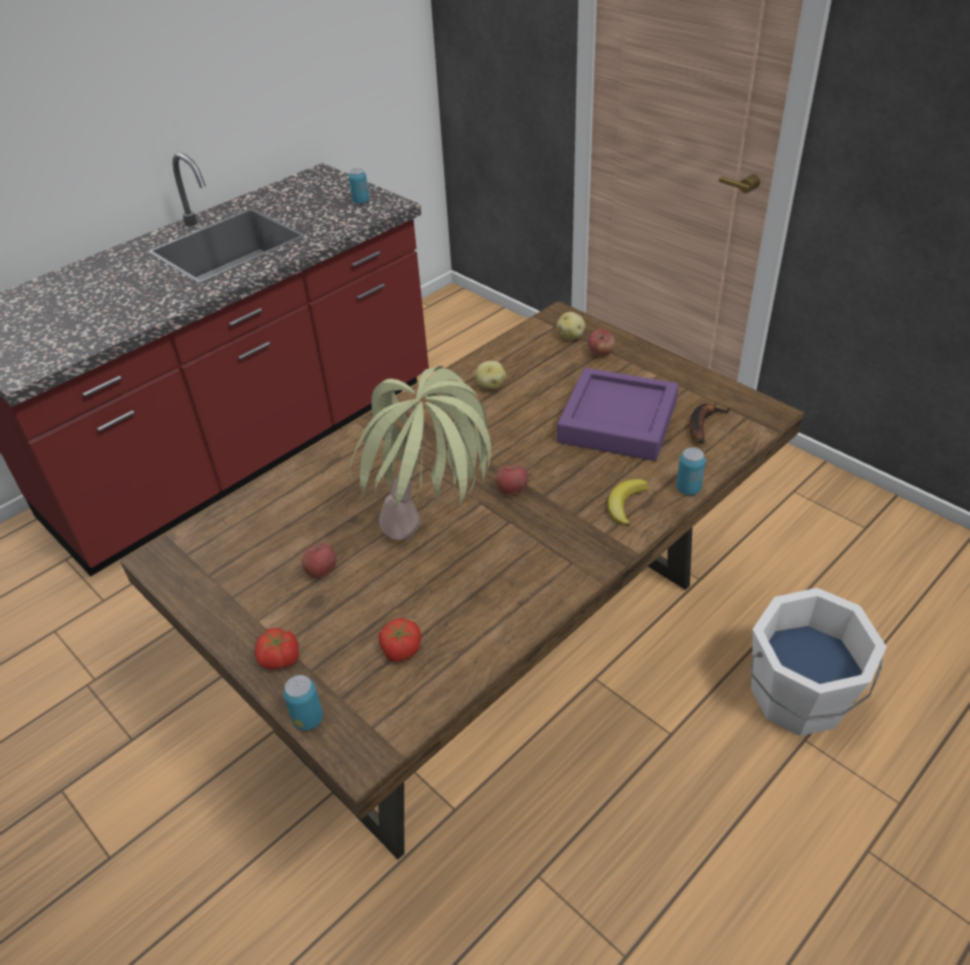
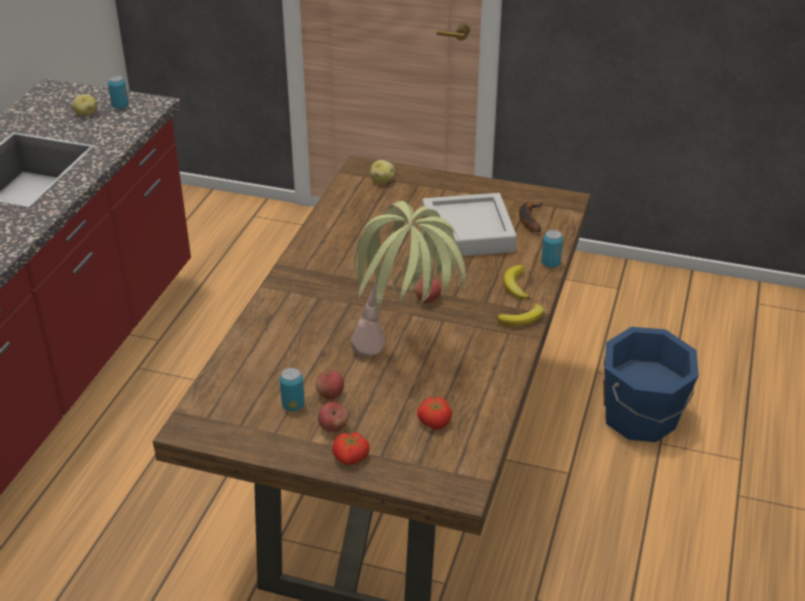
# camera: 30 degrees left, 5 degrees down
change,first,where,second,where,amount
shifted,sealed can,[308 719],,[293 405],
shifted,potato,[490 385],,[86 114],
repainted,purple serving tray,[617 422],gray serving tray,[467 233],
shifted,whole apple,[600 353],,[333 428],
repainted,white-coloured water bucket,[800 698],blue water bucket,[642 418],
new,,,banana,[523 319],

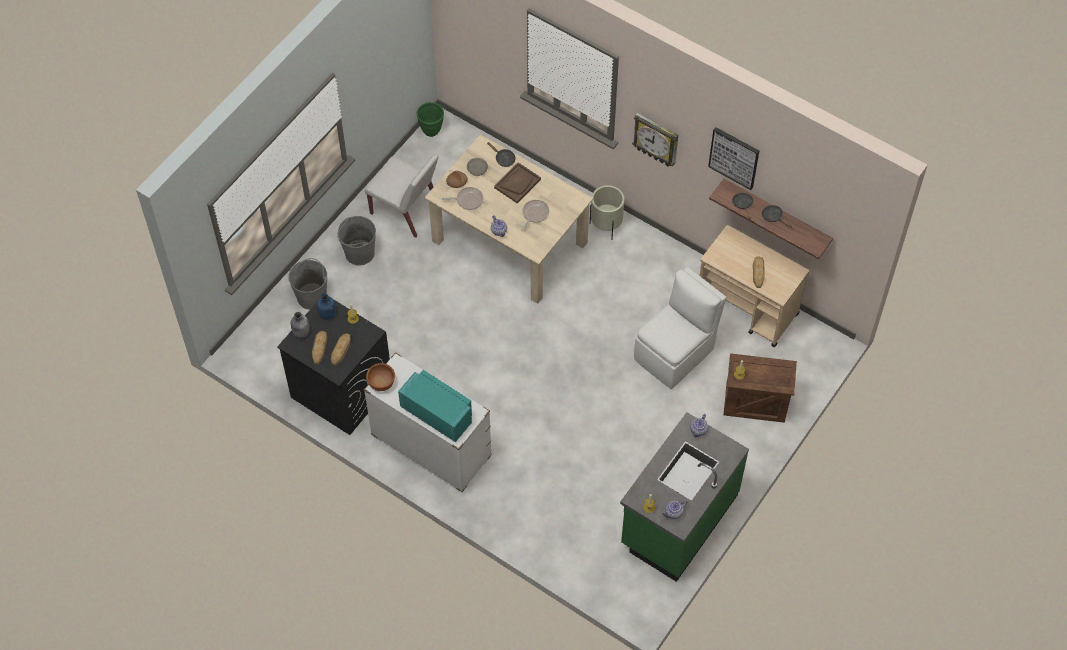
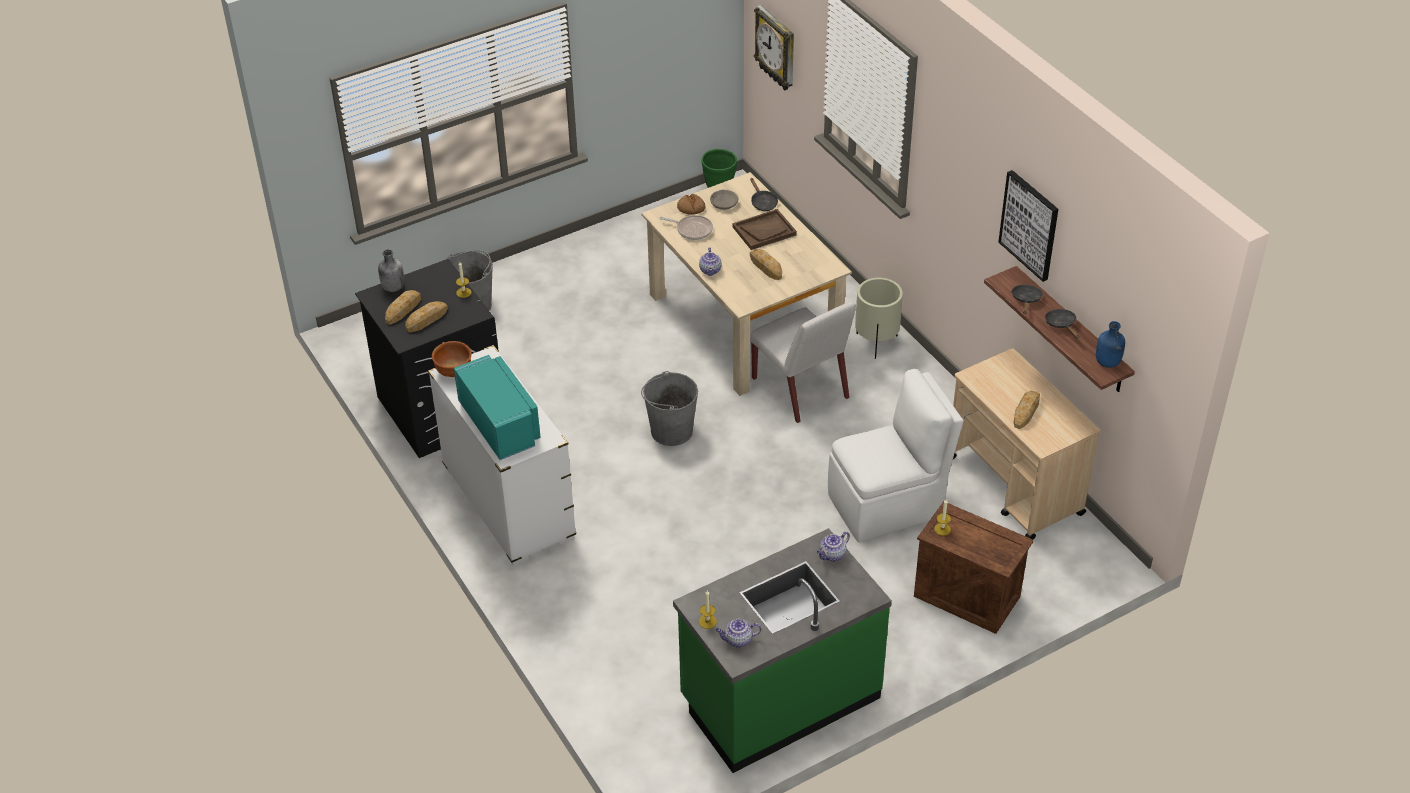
# camera: 25 degrees right, 15 degrees down
change,first,where,second,where,amount
shifted,blue drink bottle,[327 314],,[1107 363],
shifted,gray water bucket,[359 253],,[671 431],
shifted,white-coloured chair,[406 210],,[801 389],
swapped,pan,[534 214],bread,[766 266],
shifted,clock on the wall,[656 139],,[776 48],

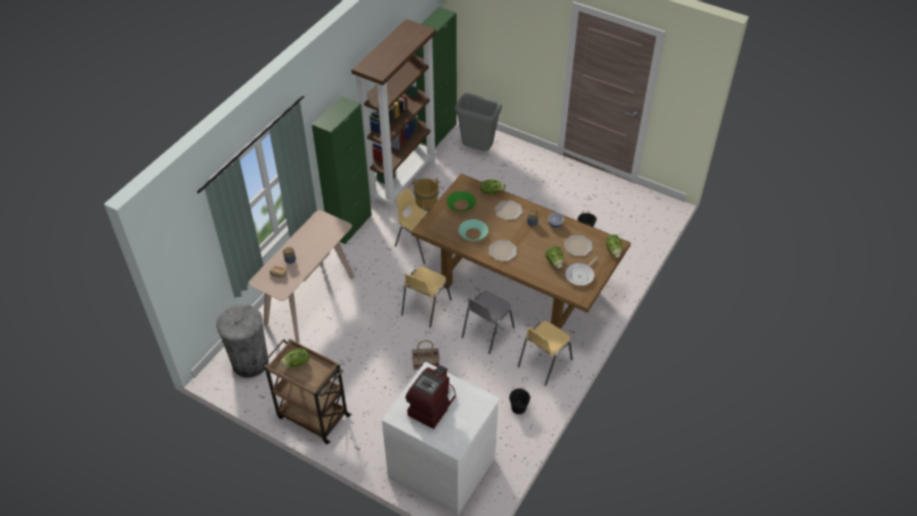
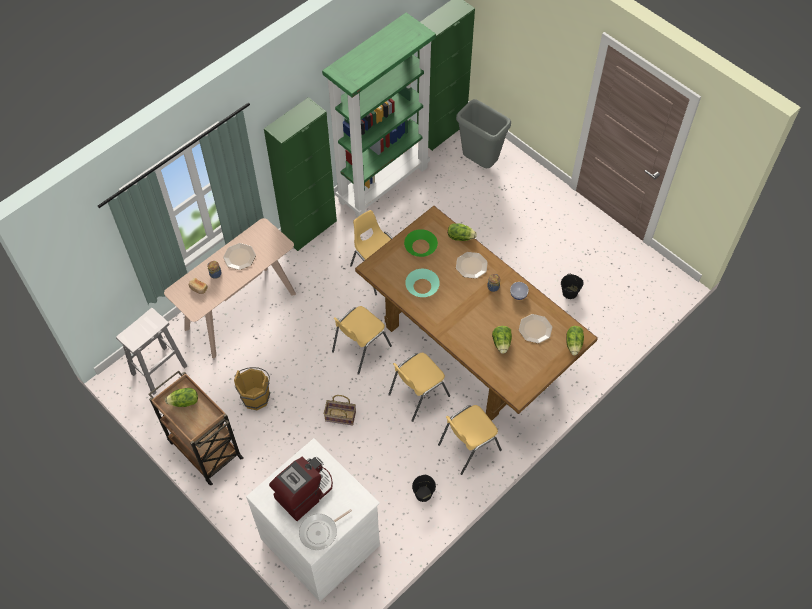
# camera: 15 degrees right, 10 degrees up
change,first,where,second,where,amount
swapped,gray rubbish bin,[250 362],white-coloured stool,[158 370],
repainted,brown-coloured bookcase,[402 179],green-coloured bookcase,[383 183],
shifted,brown-coloured water bucket,[426 204],,[256 396],
repainted,gray chair,[487 332],yellowish chair,[418 395],
shifted,flat dish,[502 251],,[239 257],
shifted,pan,[581 275],,[320 532],

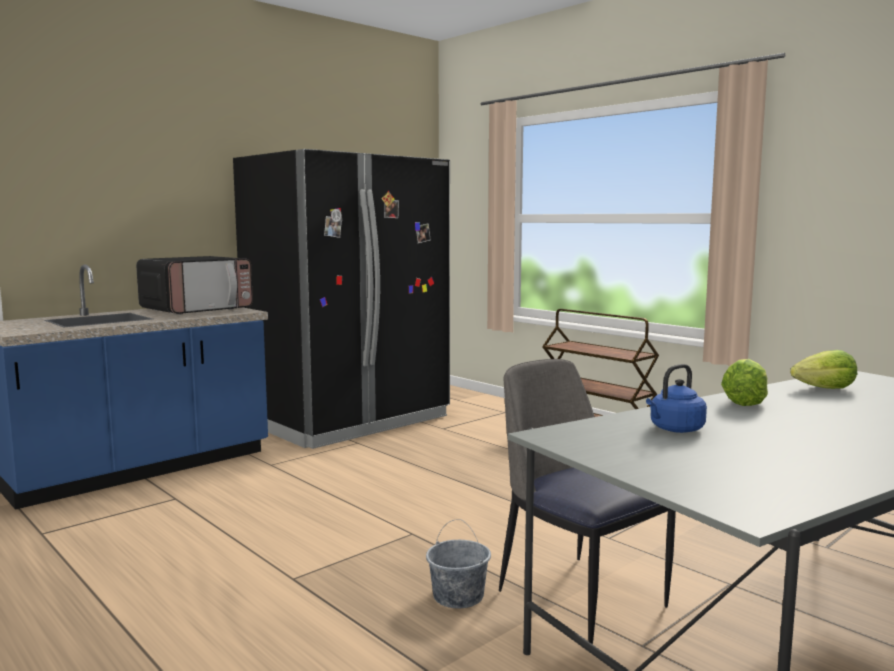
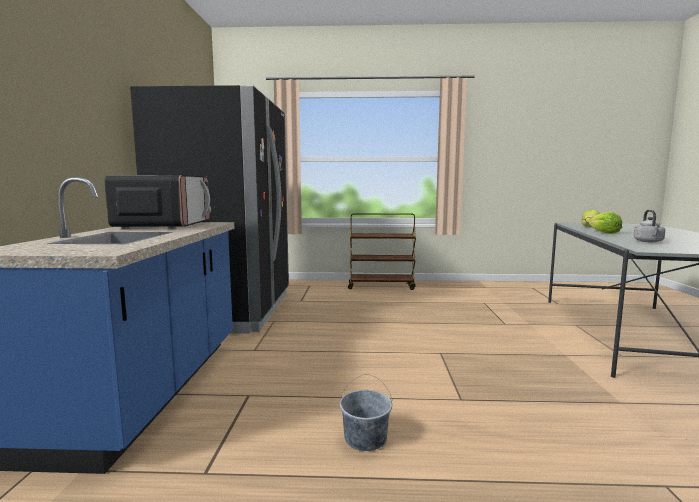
# camera: 45 degrees left, 0 degrees up
change,first,where,second,where,amount
shifted,gray water bucket,[458 596],,[365 438],
gone,chair,[578 596],,,
repainted,blue water kettle,[674 429],gray water kettle,[649 241],

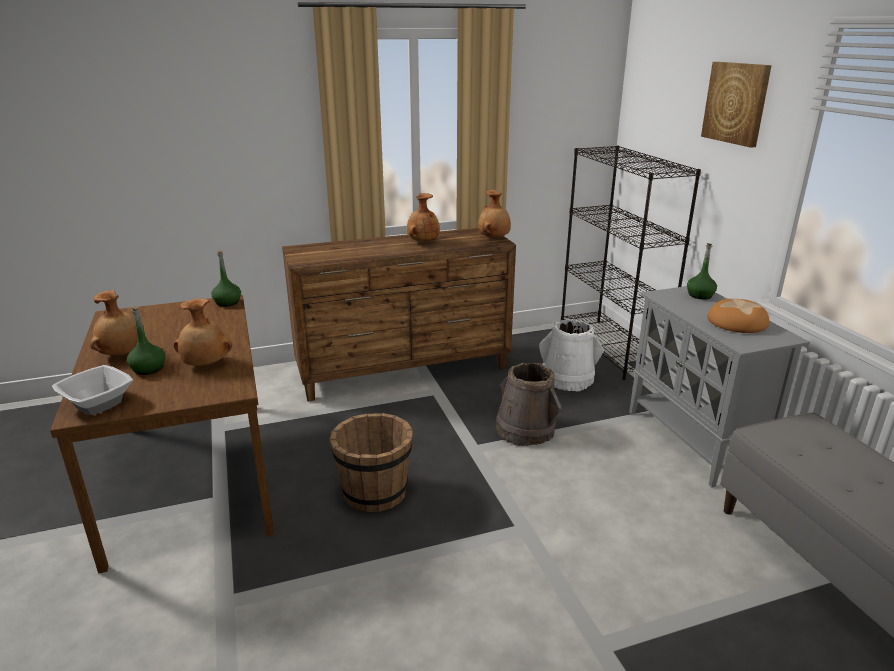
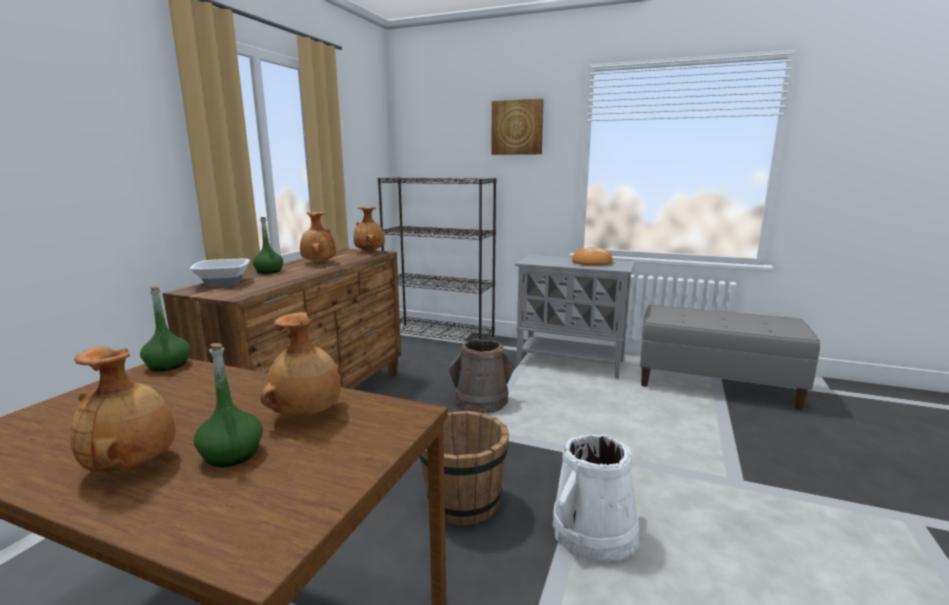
# camera: 50 degrees left, 10 degrees down
change,first,where,second,where,amount
shifted,bowl,[99 403],,[223 283],
shifted,white-coloured water bucket,[568 378],,[594 531],
shifted,green-coloured drink bottle,[700 295],,[269 271],

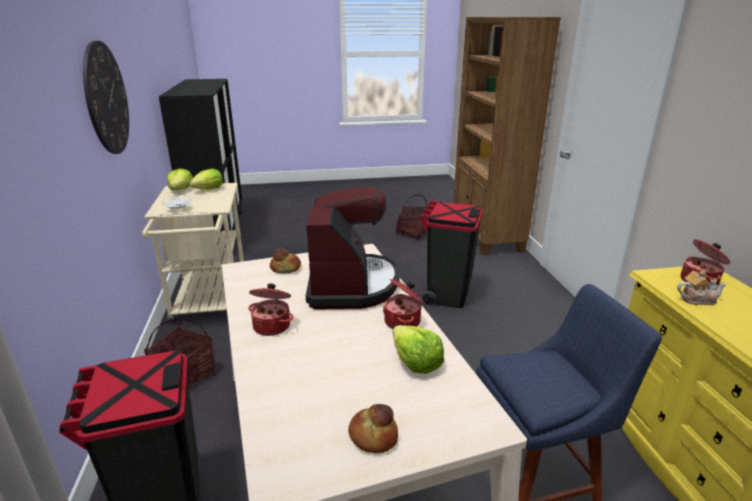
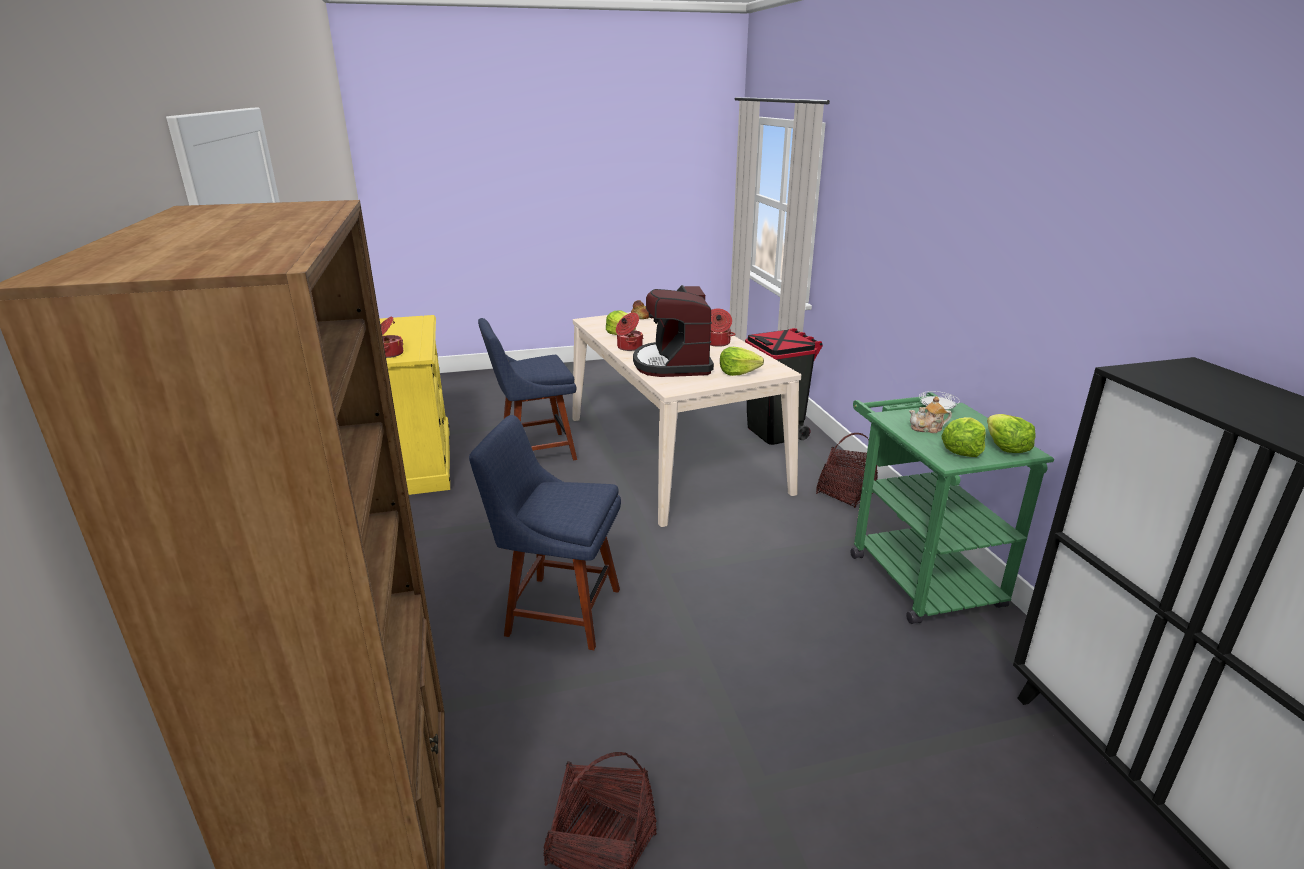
# camera: 175 degrees right, 0 degrees up
change,first,where,second,where,amount
gone,clock on the wall,[106 99],,,
repainted,beige-coloured trolley,[209 304],green-coloured trolley,[916 572],
swapped,bread,[286 268],head of lettuce,[738 372],
swapped,blackish rubbish bin,[447 295],blue chair,[557 610],
shifted,pot for tea,[696 299],,[927 428],

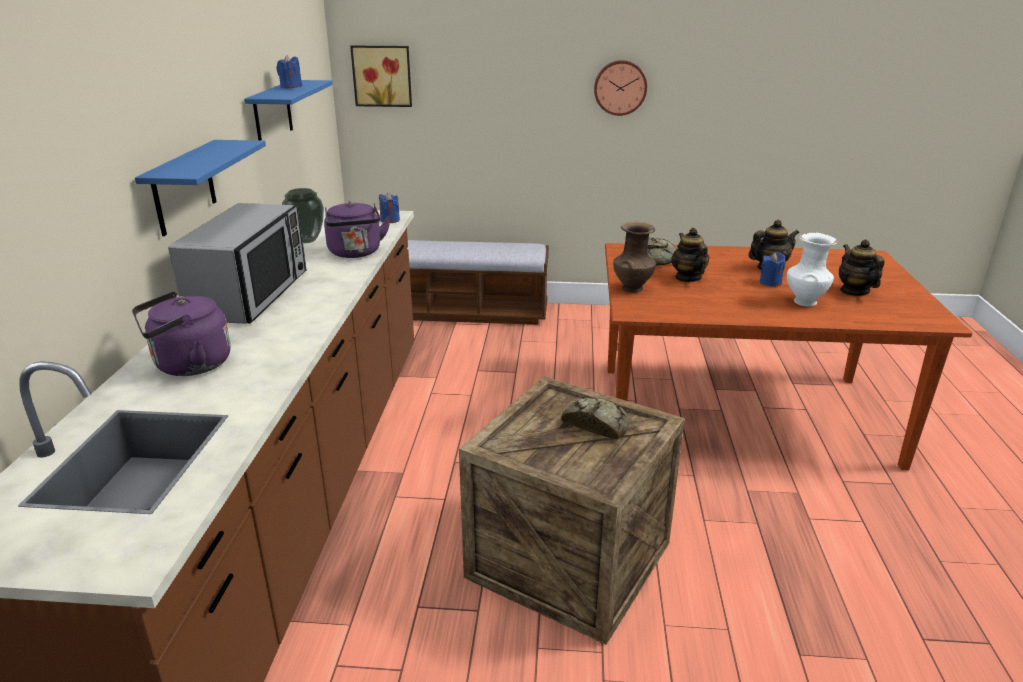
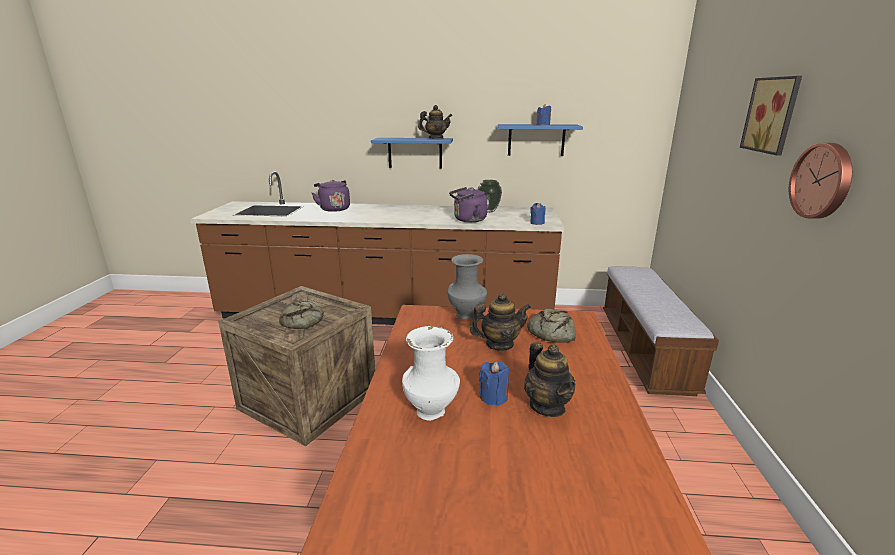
# camera: 90 degrees right, 5 degrees down
change,first,where,second,where,amount
gone,microwave,[251 295],,,
shifted,wall art,[382 76],,[773 115],
repainted,brown-coloured vase,[632 288],gray vase,[467 315],
shifted,pot for tea,[854 291],,[435 138],

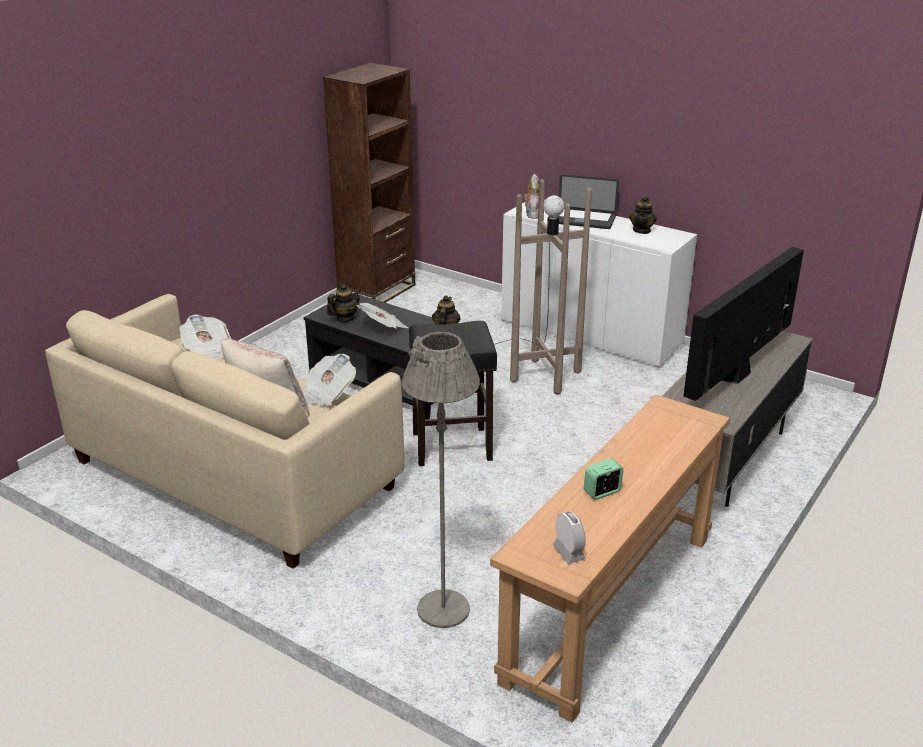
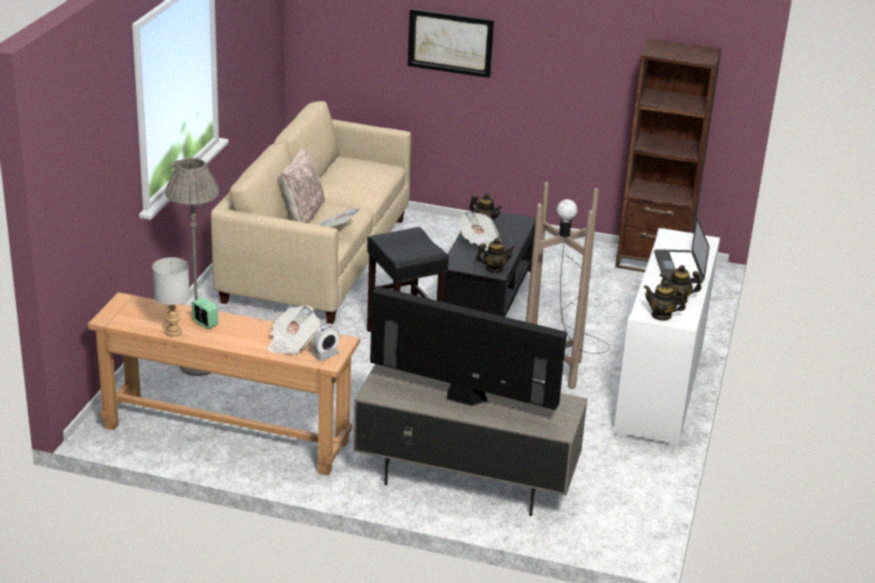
# camera: 70 degrees right, 0 degrees up
change,first,where,second,where,amount
shifted,daily paper,[208 351],,[292 343],
gone,plush toy,[532 214],,,
shifted,table clock,[569 552],,[325 355],
new,,,gray table lamp,[173 332],
new,,,wall art,[450 42],
new,,,pot for tea,[661 315],

